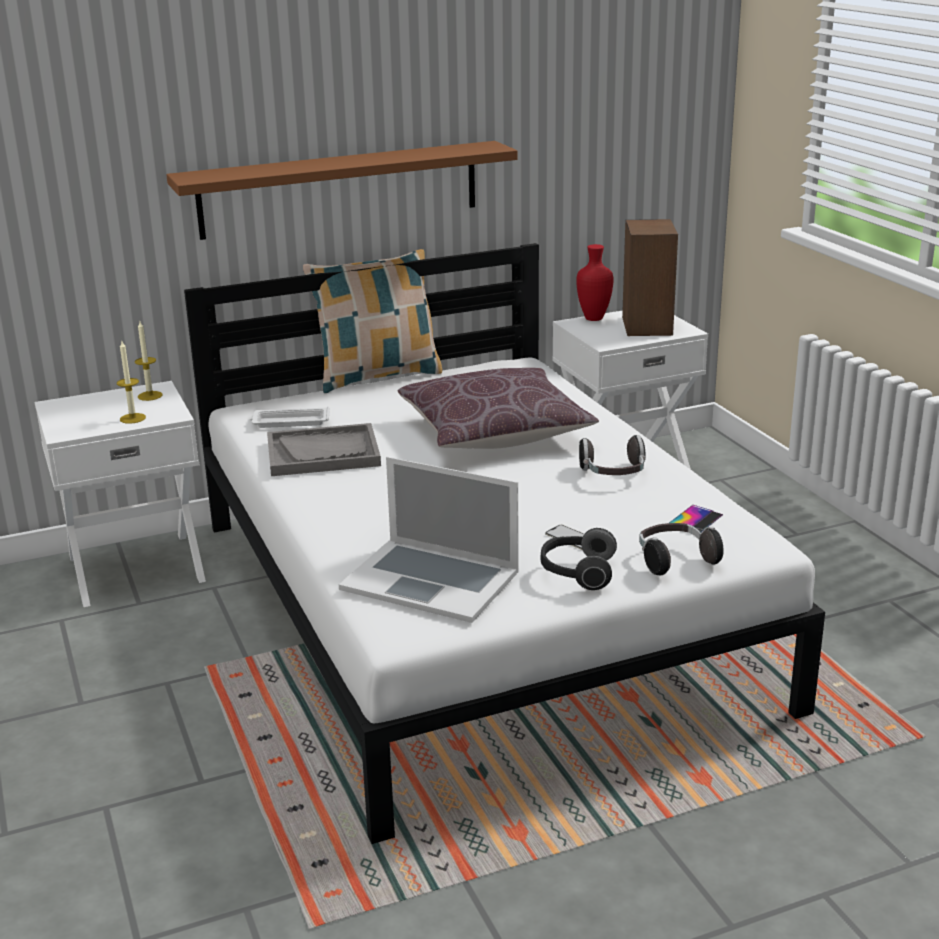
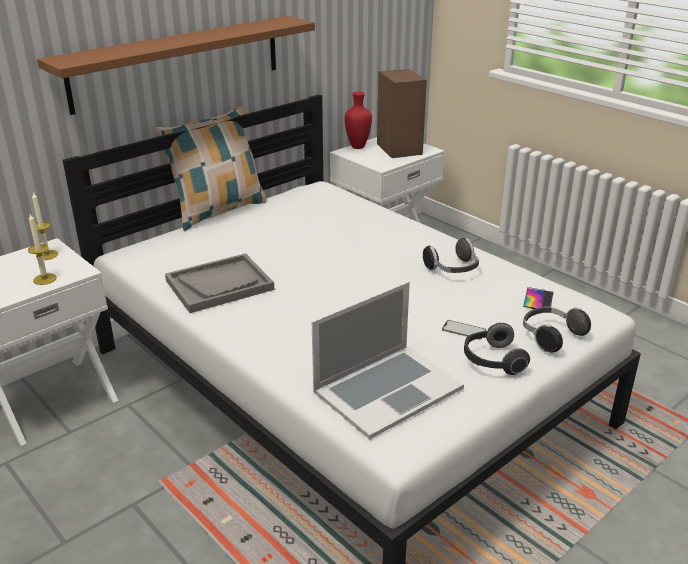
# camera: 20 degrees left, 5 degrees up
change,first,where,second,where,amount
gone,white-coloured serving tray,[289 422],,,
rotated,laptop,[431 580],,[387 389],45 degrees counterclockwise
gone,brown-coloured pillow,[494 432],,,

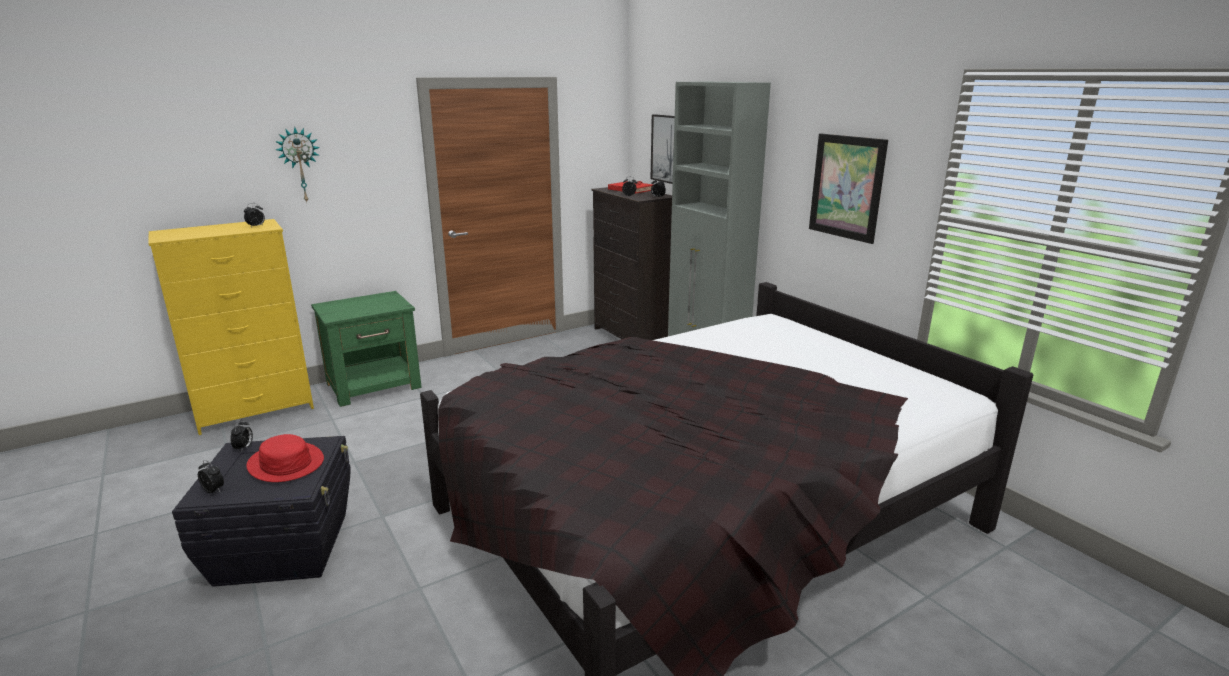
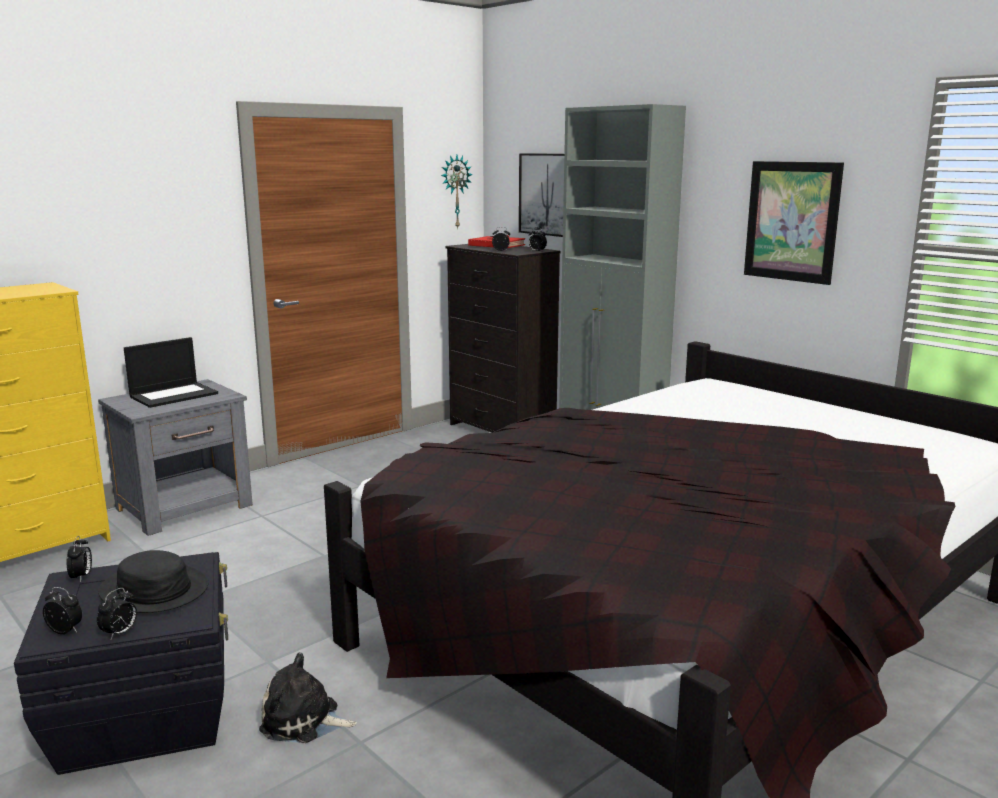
# camera: 10 degrees left, 5 degrees down
change,first,where,second,where,amount
shifted,table clock,[256 226],,[120 633],
repainted,reddish hat,[285 463],blackish hat,[153 590],
shifted,clock on the wall,[300 165],,[455 191],
repainted,green-coloured night table,[375 385],gray night table,[186 507],
new,,,laptop,[174 395],
new,,,plush toy,[304 721],

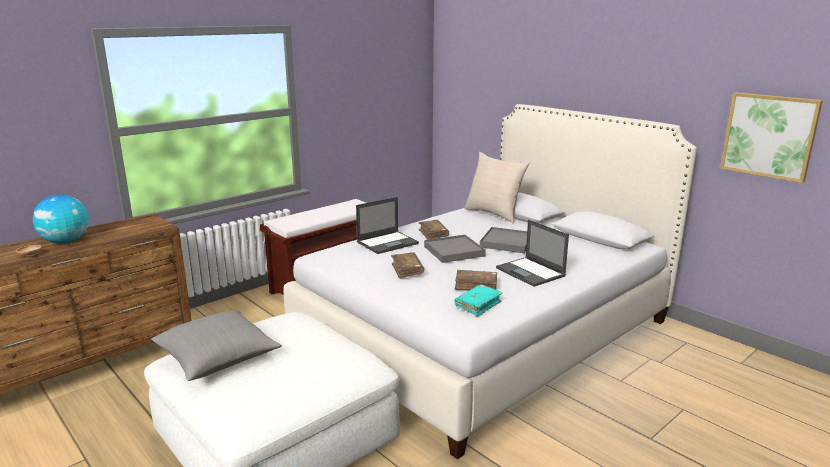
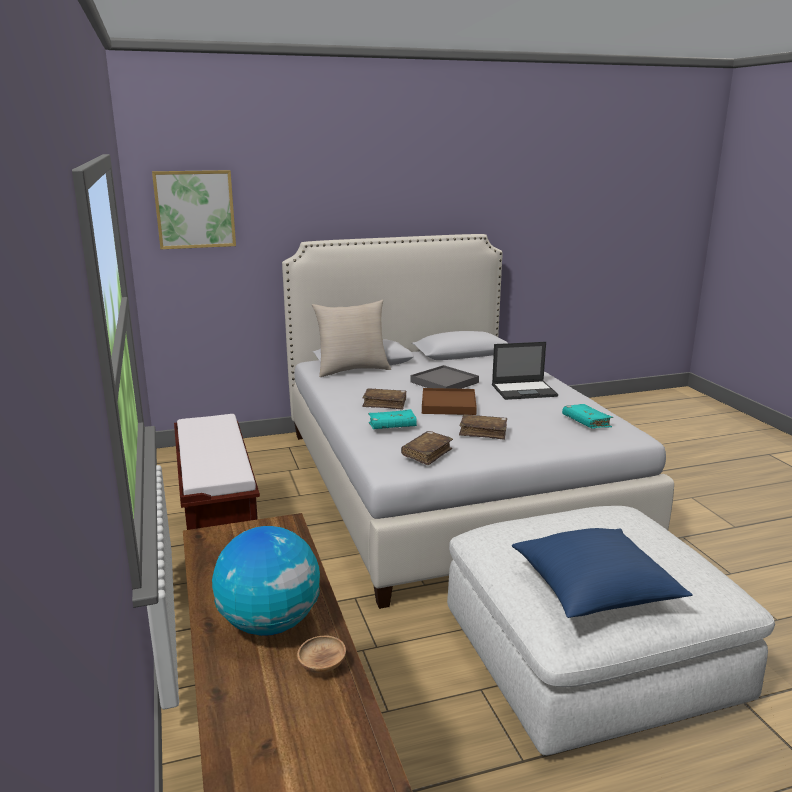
# camera: 65 degrees left, 0 degrees up
change,first,where,second,where,amount
repainted,gray pillow,[217 358],blue pillow,[594 589],
swapped,laptop,[388 242],blue-green book,[392 426],
repainted,gray serving tray,[454 251],brown-coloured serving tray,[448 404],
shifted,brown-coloured book,[476 285],,[427 453],
shifted,wall art,[769 136],,[195 209],

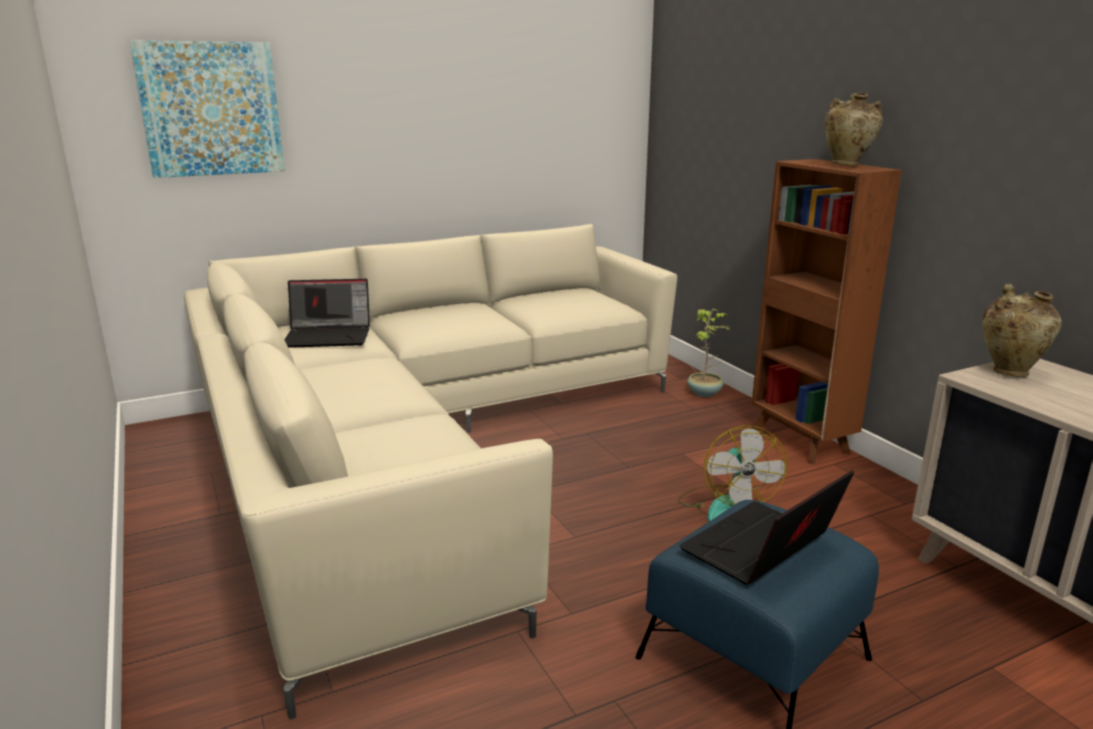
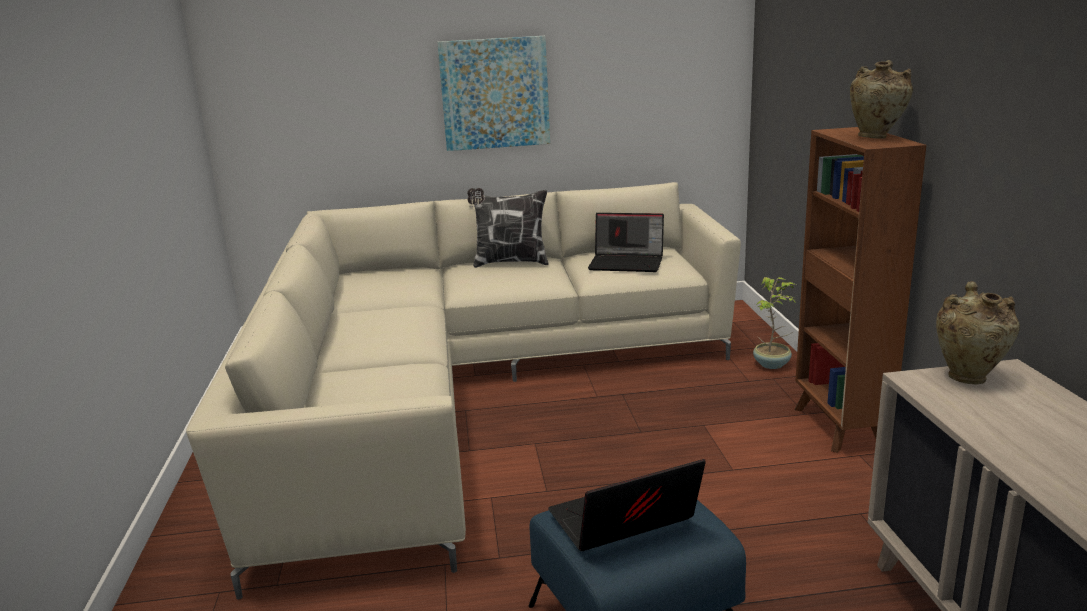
# camera: 20 degrees right, 0 degrees up
change,first,where,second,where,amount
shifted,wall art,[211 109],,[494 93],
shifted,laptop,[329 336],,[627 263],
gone,fan,[726 506],,,
new,,,pillow,[510 262],

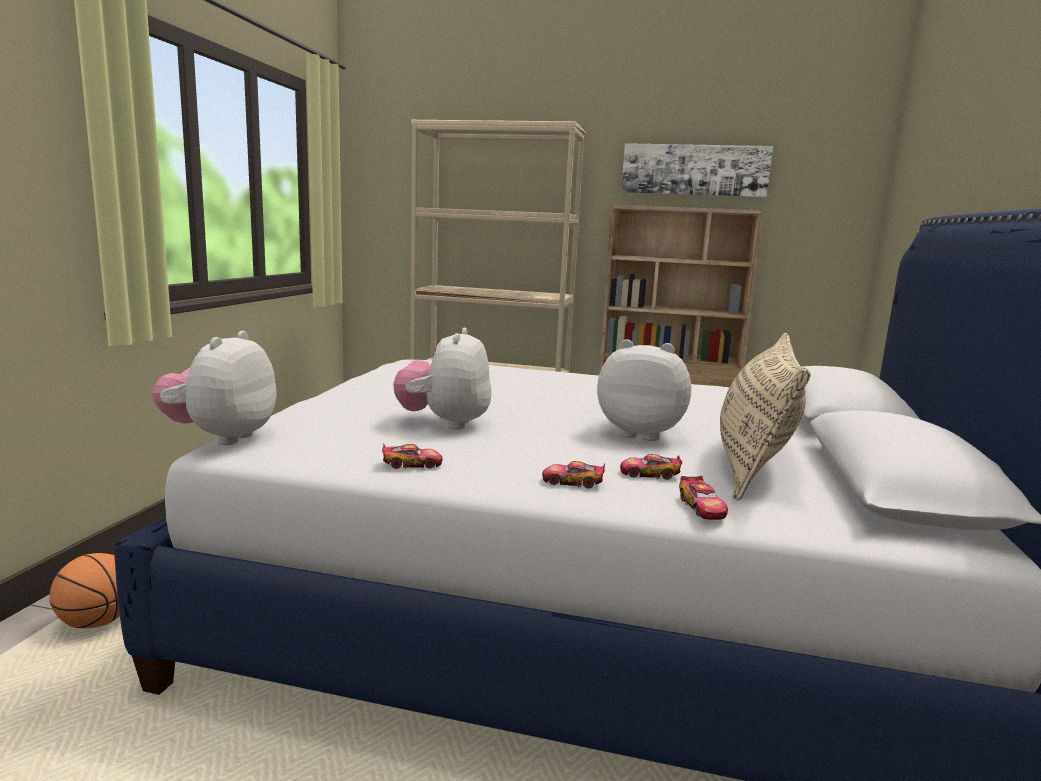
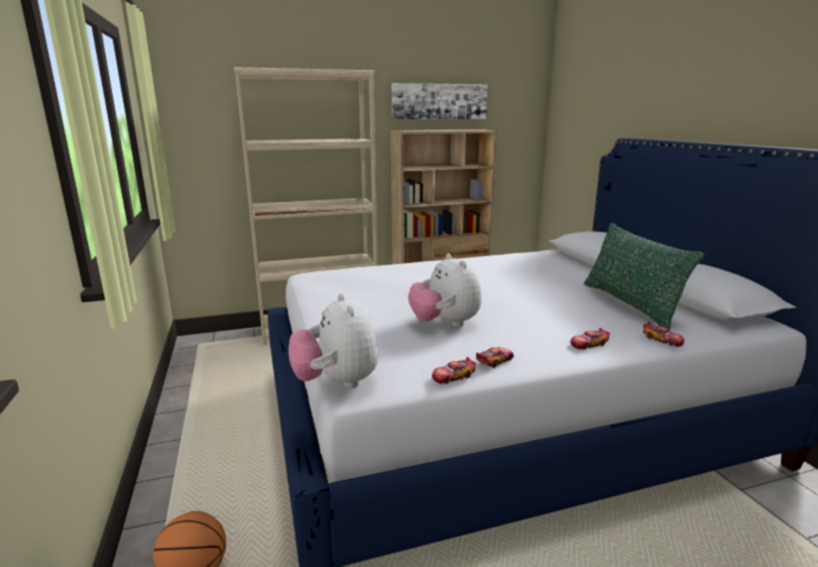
# camera: 30 degrees left, 5 degrees up
change,first,where,second,where,amount
gone,plush toy,[641 433],,,
shifted,model car,[649 474],,[452 376],
repainted,beige-coloured pillow,[753 463],green-coloured pillow,[629 304],

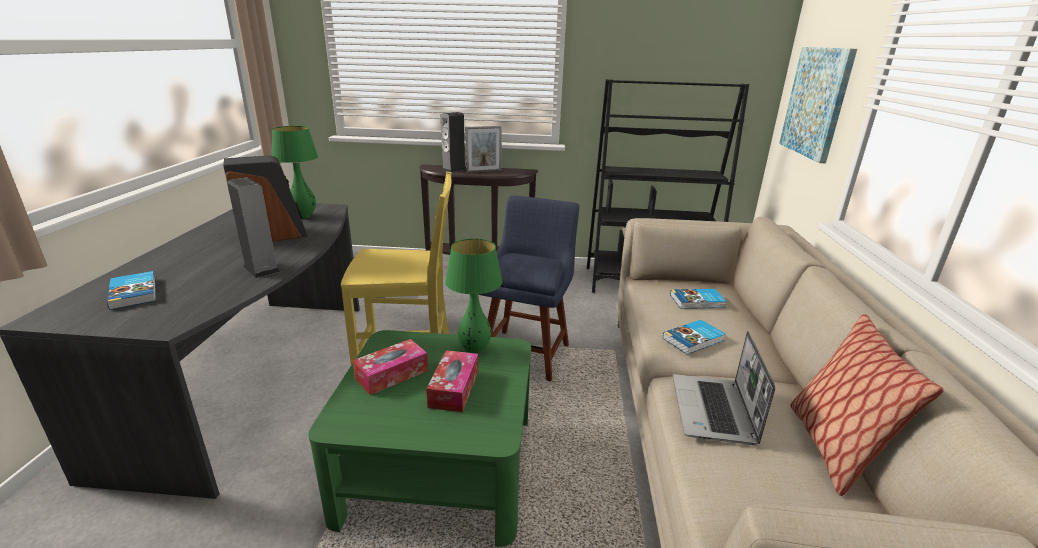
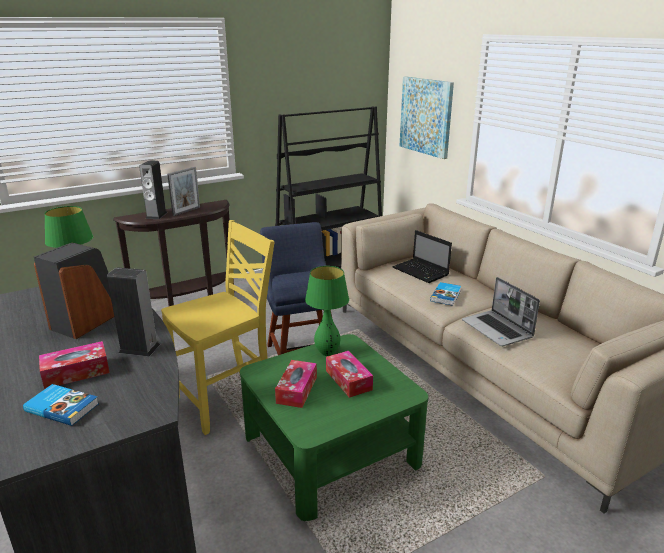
# camera: 35 degrees left, 0 degrees up
change,first,where,second,where,amount
swapped,book,[697 301],laptop,[421 272],
gone,pillow,[832 448],,,
new,,,tissue box,[76 372],

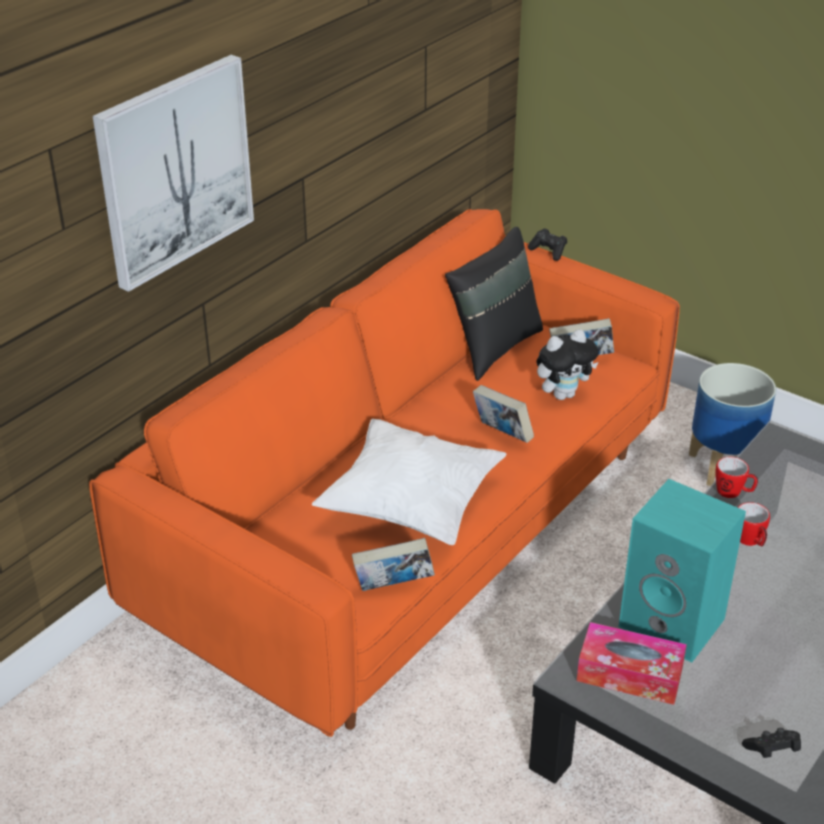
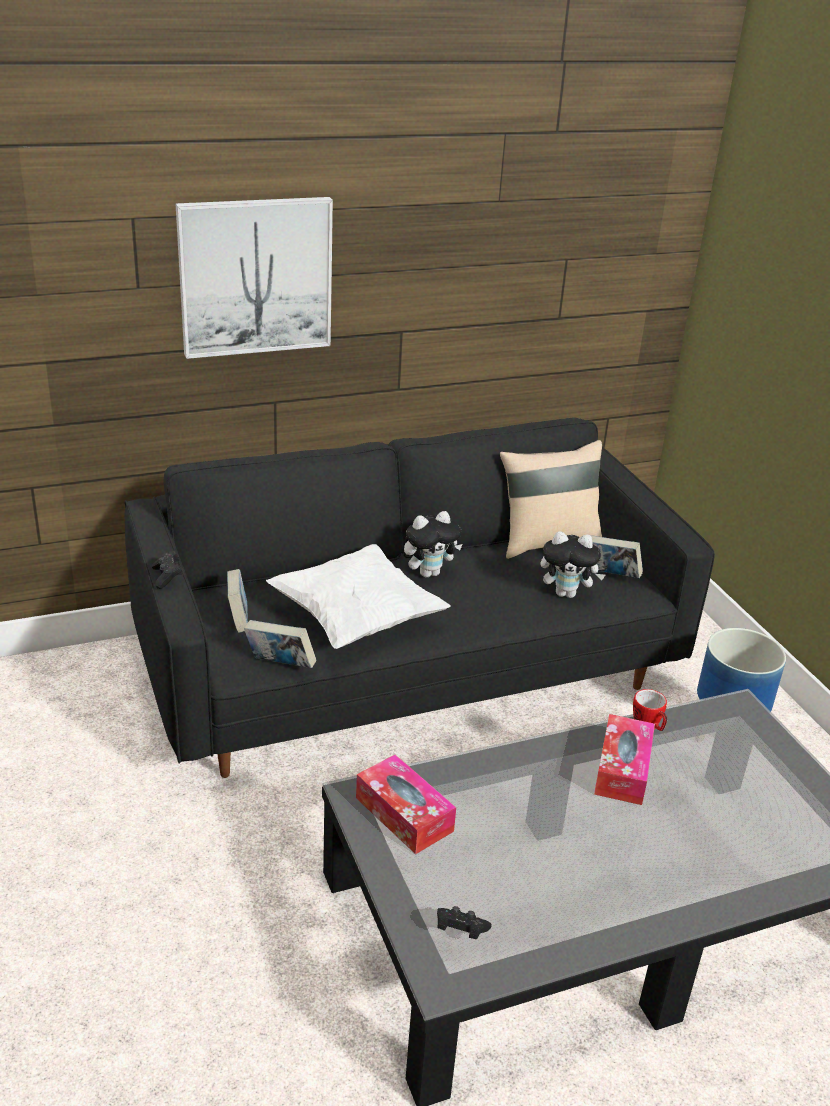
# camera: 30 degrees right, 5 degrees down
change,first,where,second,where,amount
repainted,orange settee,[412 531],blackish settee,[407 667],
repainted,blackish pillow,[493 347],beige-coloured pillow,[546 541],
shifted,book,[502 434],,[238 621],
shifted,blackish joypad,[548 251],,[167 577],
gone,blue-green speaker,[674 622],,,
swapped,tea mug,[750 541],tissue box,[622 769],
new,,,plush toy,[429 573],

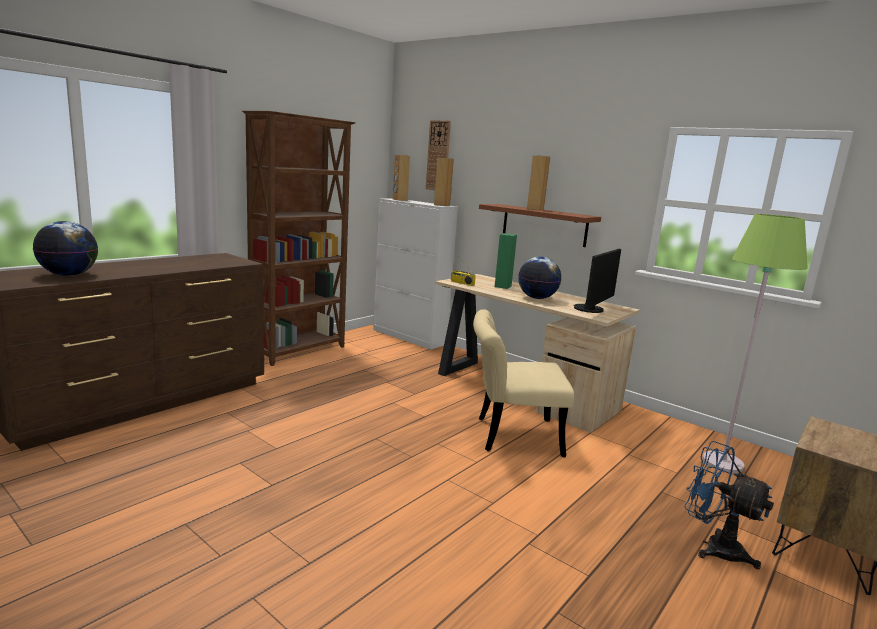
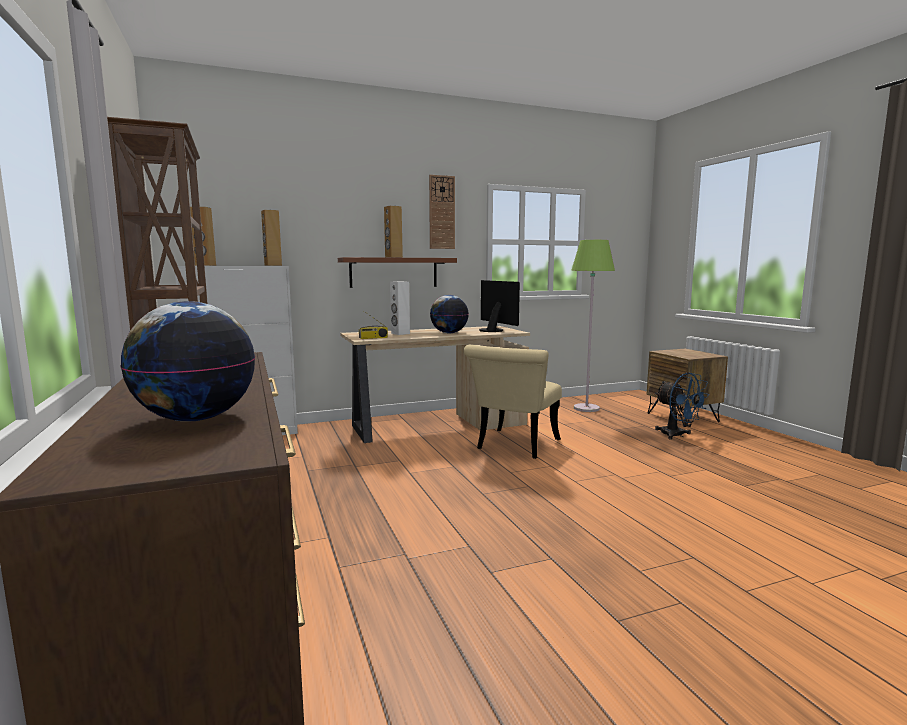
# camera: 60 degrees left, 5 degrees down
change,first,where,second,where,amount
shifted,clock on the wall,[438 156],,[442 212],
repainted,green-coloured speaker,[502 286],white-coloured speaker,[400 333],
rotated,blue fan,[713 547],,[677 435],105 degrees counterclockwise

